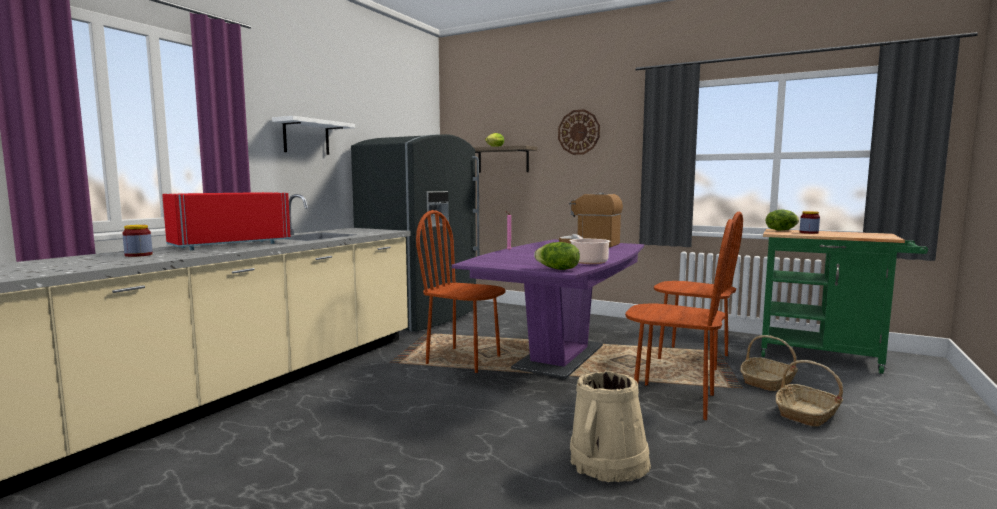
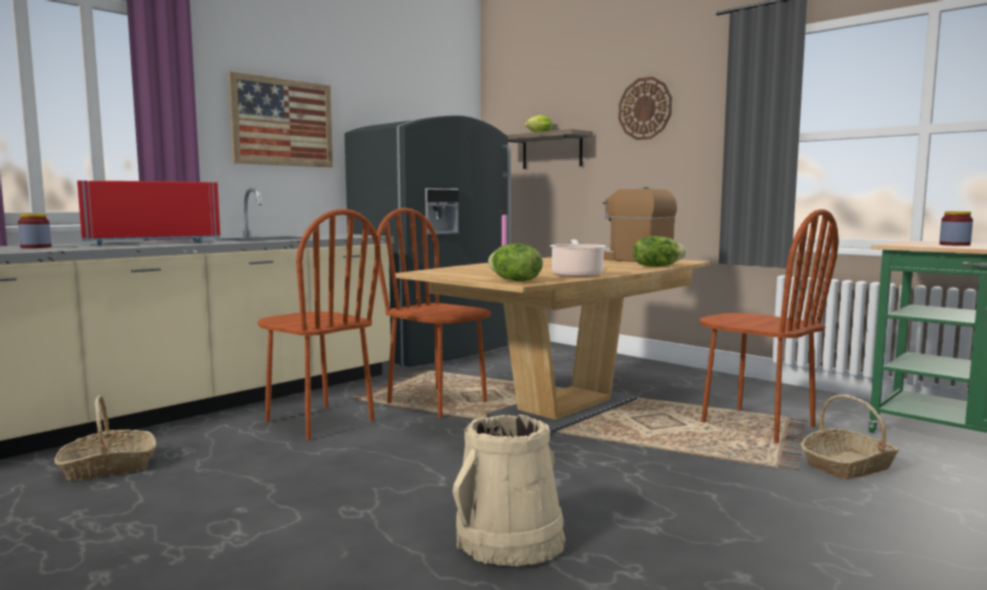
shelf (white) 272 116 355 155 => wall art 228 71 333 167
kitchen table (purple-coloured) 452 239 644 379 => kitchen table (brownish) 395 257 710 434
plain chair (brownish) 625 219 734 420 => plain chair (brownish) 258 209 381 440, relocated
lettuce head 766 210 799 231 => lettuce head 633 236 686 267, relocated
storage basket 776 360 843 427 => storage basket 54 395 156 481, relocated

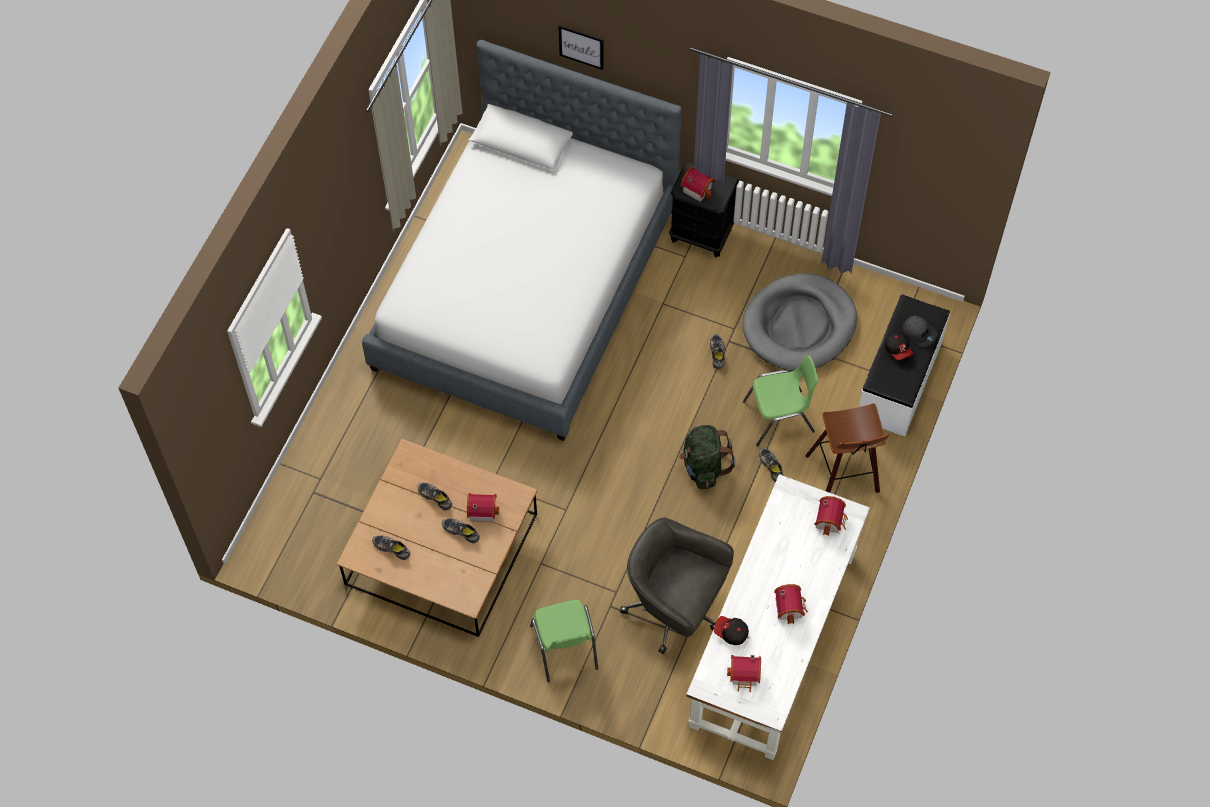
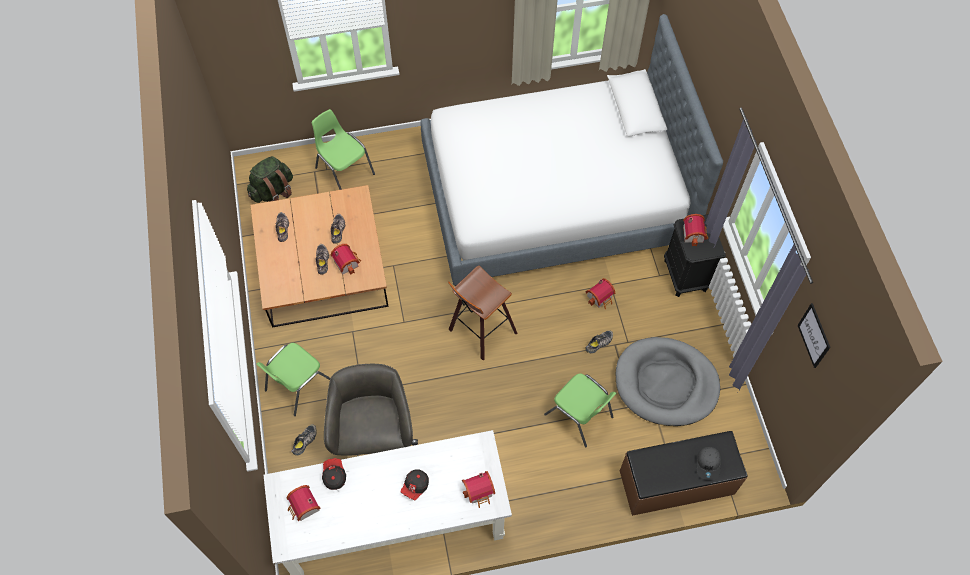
wall art 559 25 604 70 => wall art 798 303 830 368, relocated
backpack (greenish) 679 425 736 490 => backpack (greenish) 247 156 293 203, relocated
low shoe 759 448 783 482 => low shoe 291 424 317 455, relocated
toy house 774 584 808 624 => toy house 586 278 615 309, relocated
stool 805 403 890 493 => stool 448 266 517 361, relocated
long seat (white) 859 294 950 436 => long seat (brownish) 620 431 748 516
cap 885 332 913 361 => cap 401 469 429 500, relocated
nothing => plain chair (greenish) 312 109 375 190

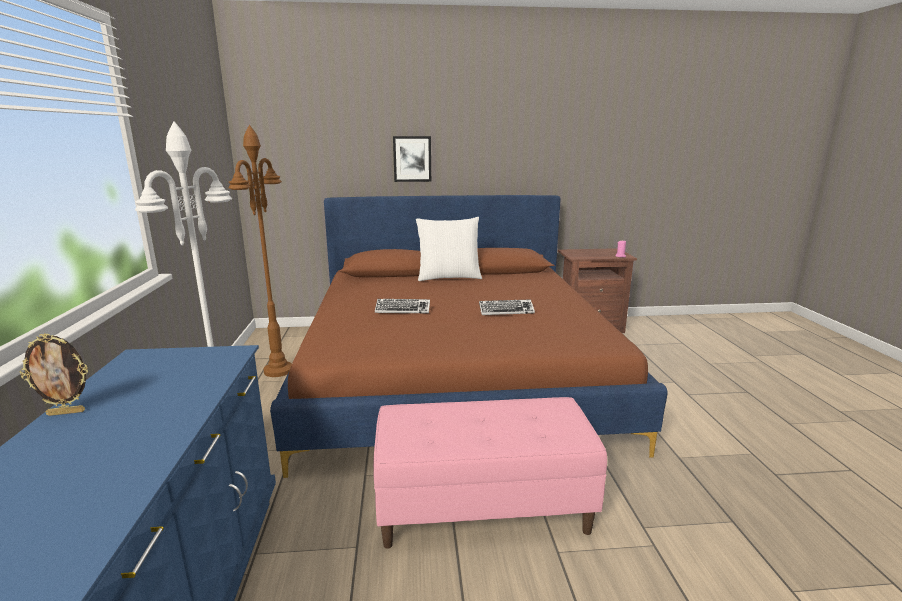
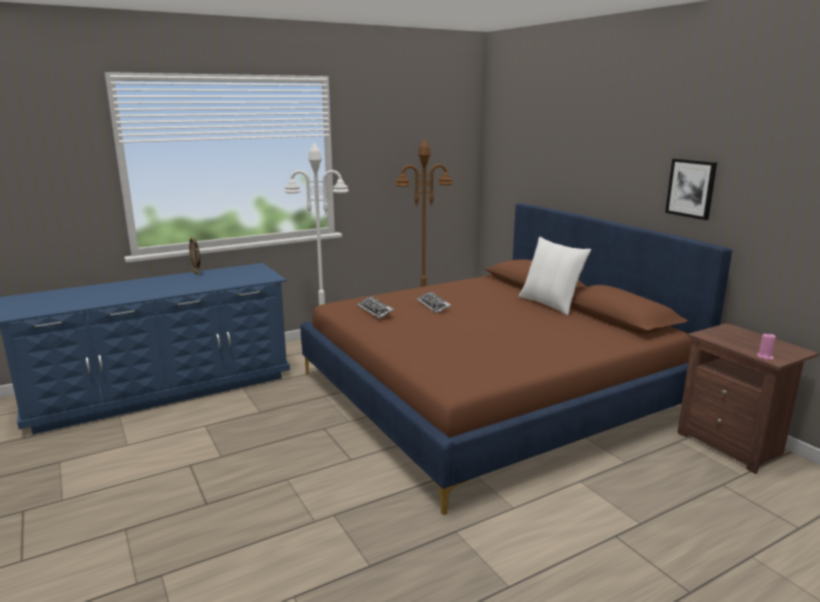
long seat (pink) 373 397 607 549 => nothing
wall art 393 136 431 182 => wall art 665 158 717 220, relocated
keyboard 479 299 535 315 => keyboard 357 296 394 319, relocated

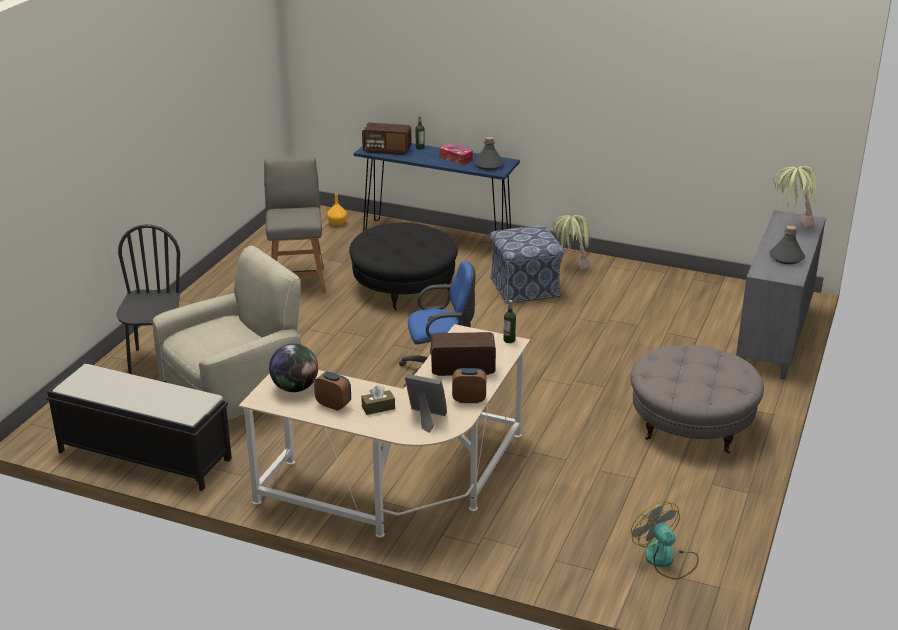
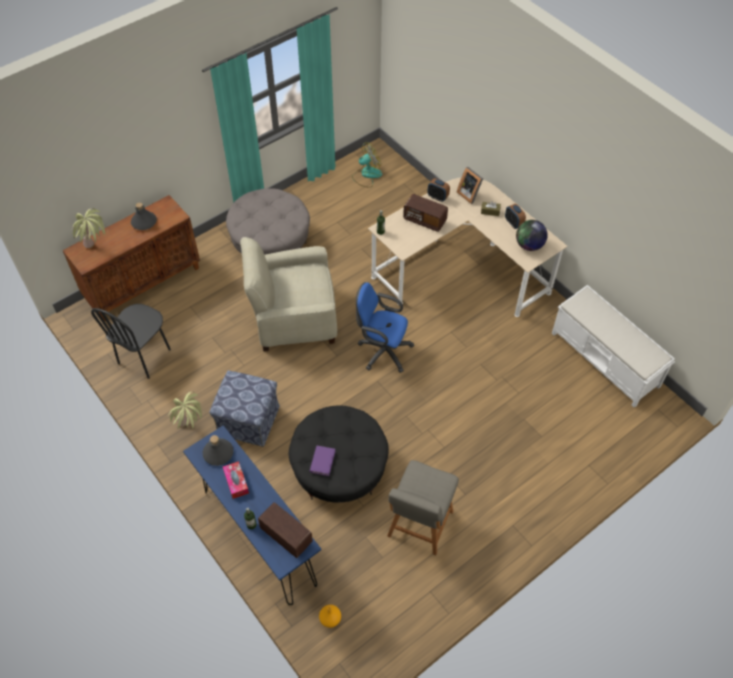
long seat (black) 46 364 232 491 => long seat (white) 552 285 675 408
plain chair (black) 116 224 180 374 => plain chair (black) 91 304 171 379, relocated
easy chair (sand-coloured) 153 246 302 420 => easy chair (sand-coloured) 240 237 337 351, relocated
fan 631 501 699 580 => fan 352 142 382 188, 120 degrees counterclockwise
cabinet (greyish) 736 210 826 380 => cabinet (brownish) 63 195 200 321
nothing => book (purple-coloured) 310 446 335 476

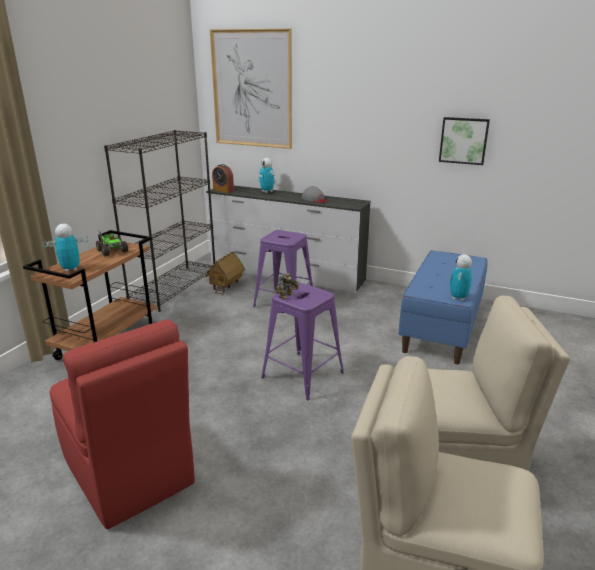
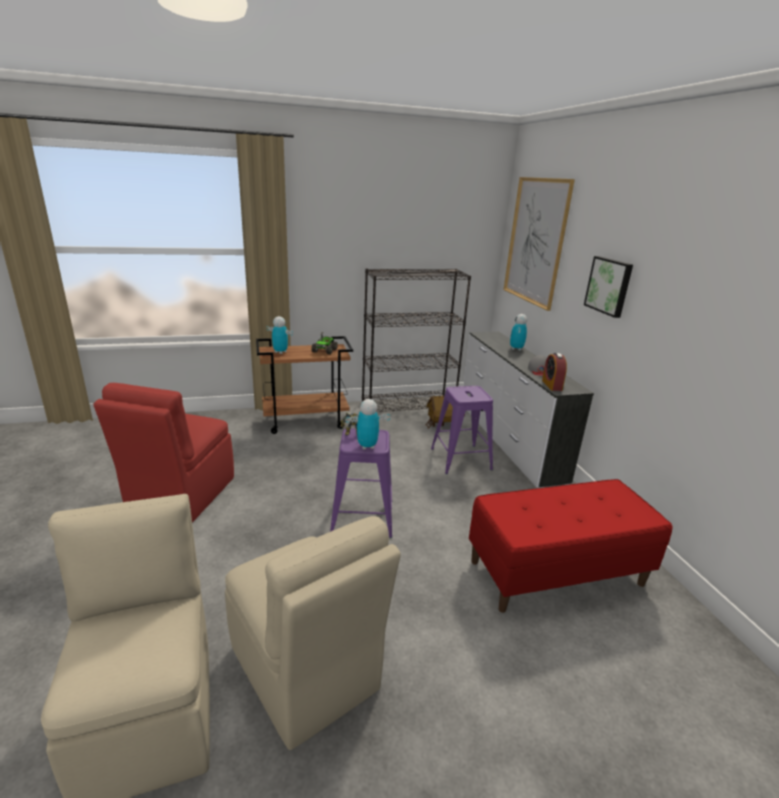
alarm clock 212 164 234 193 => alarm clock 542 353 567 391, relocated
long seat (bluish) 398 250 487 365 => long seat (red-coloured) 469 479 673 613
wall art 439 117 490 165 => wall art 584 256 633 318, relocated
toy robot 450 254 472 301 => toy robot 346 399 390 450, relocated

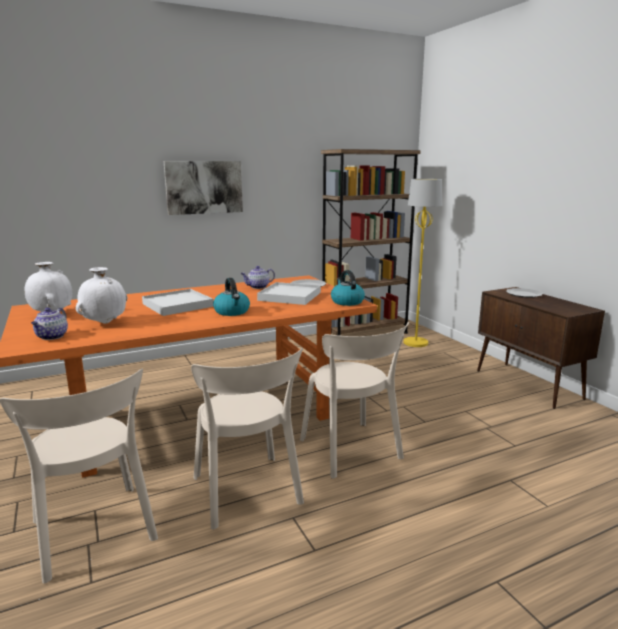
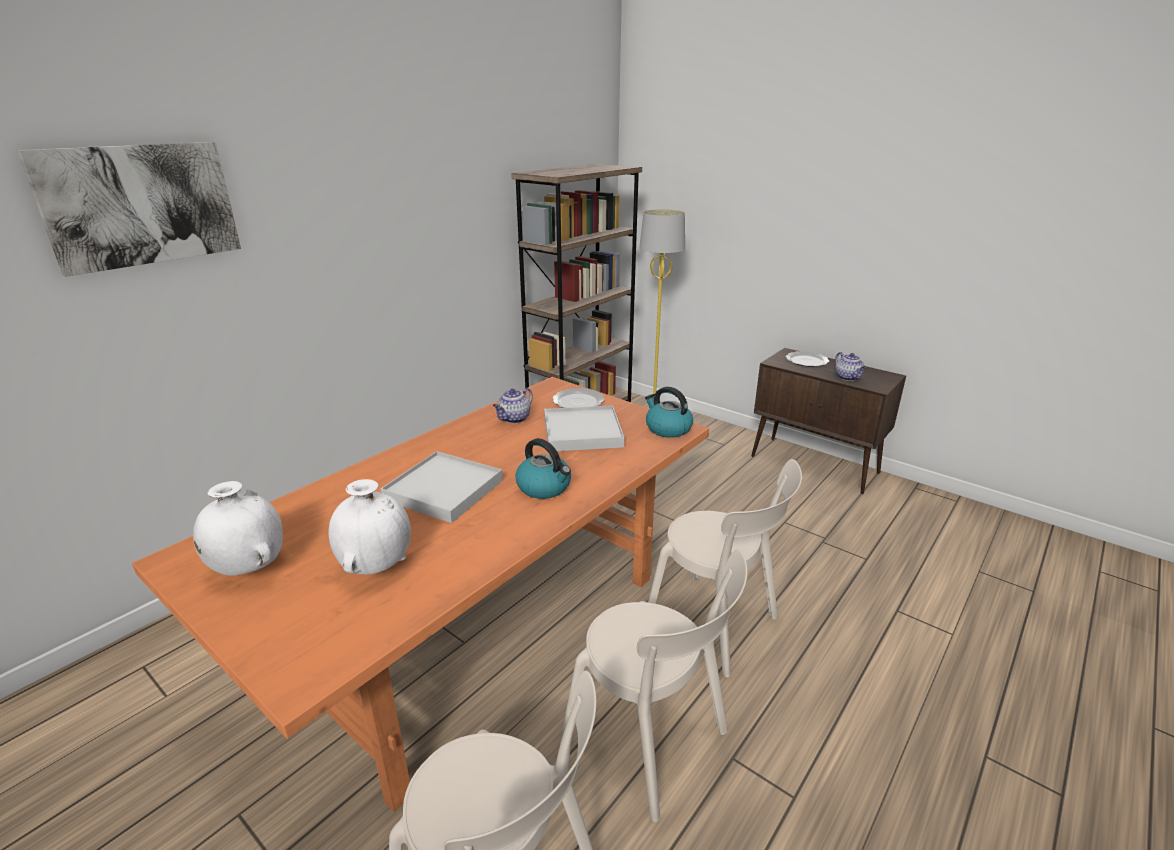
tea pot 31 308 68 340 => tea pot 835 352 867 381, relocated
wall art 164 161 243 215 => wall art 17 142 241 277, relocated

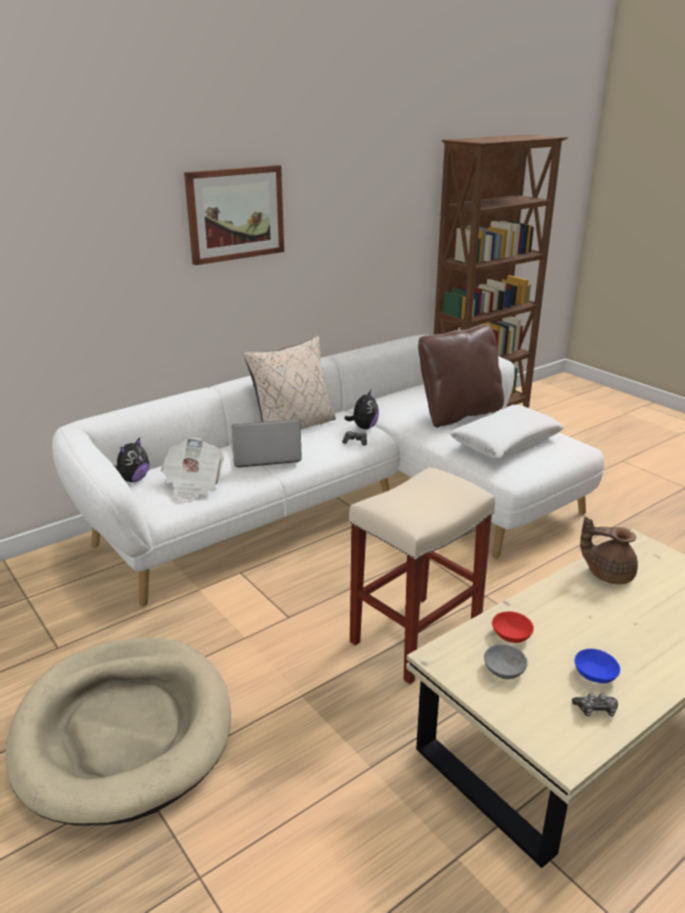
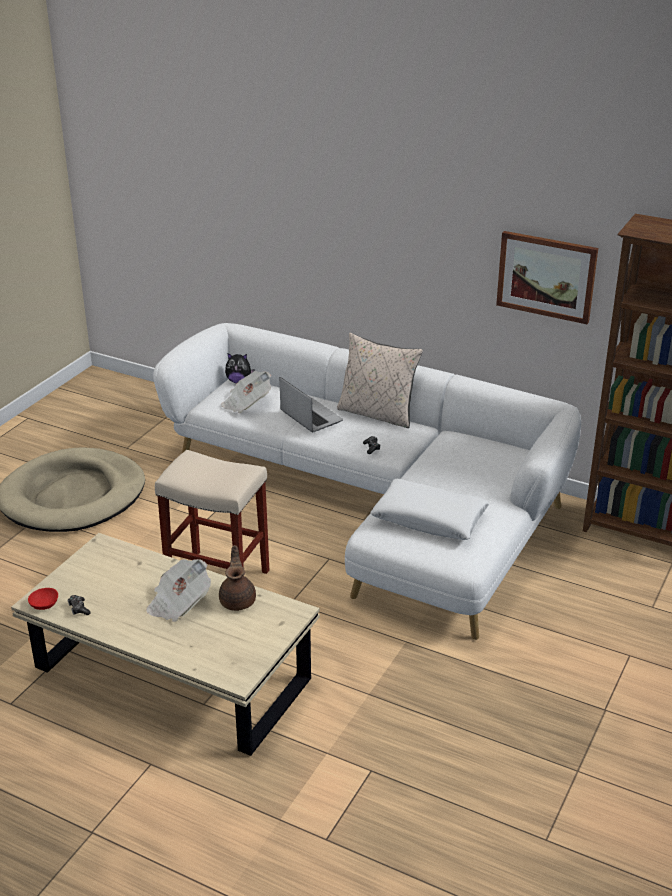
wall art 184 165 284 265 => wall art 496 231 598 324, relocated
plush toy 344 390 379 429 => nothing
throw pillow (brownish) 418 324 504 427 => nothing
deep dish (greyish) 484 644 528 679 => nothing
deep dish (red-coloured) 492 611 534 643 => deep dish (red-coloured) 28 588 58 610, relocated
deep dish (bluish) 575 649 620 683 => nothing
nothing => printed paper 146 559 211 622

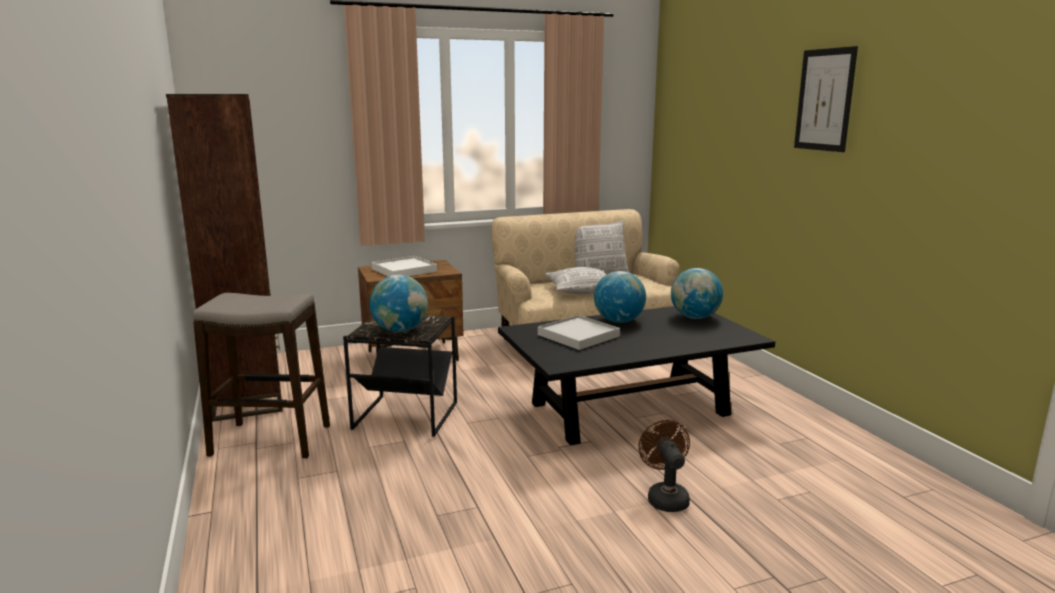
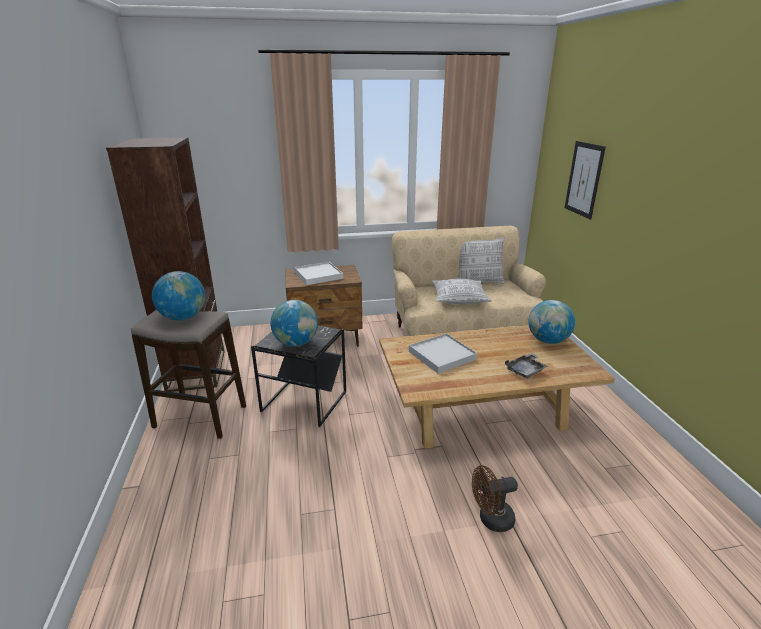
coffee table (black) 498 306 775 445 => coffee table (sand-coloured) 379 325 615 449
globe 594 271 646 323 => globe 152 271 205 320, relocated
fan (brownish) 638 420 690 512 => fan (brownish) 472 465 518 532, 105 degrees counterclockwise
wall art 794 46 858 152 => wall art 565 141 606 219, relocated
nothing => tray (greyish) 505 353 547 379

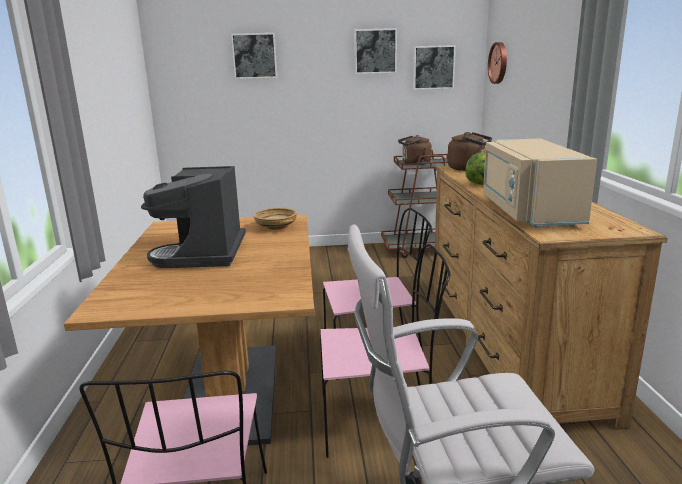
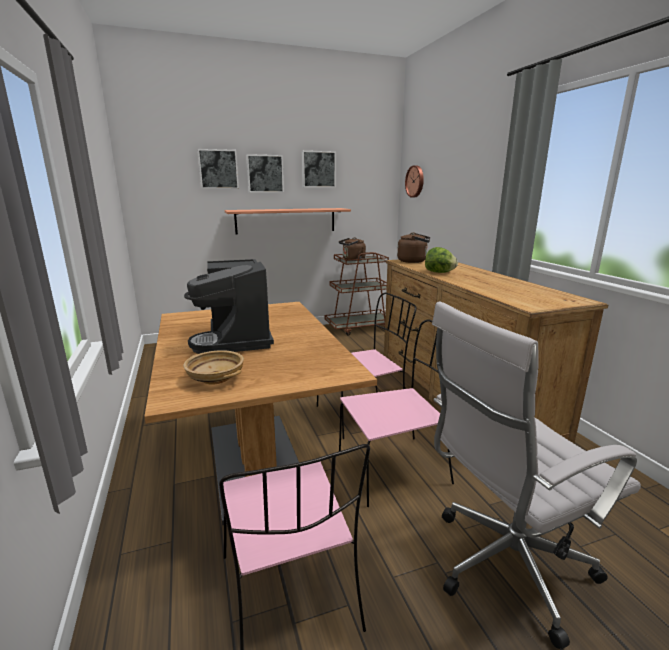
deep dish (sand-coloured) 253 208 297 230 => deep dish (sand-coloured) 183 350 244 385, relocated
wall art 413 45 456 90 => wall art 246 154 284 193, relocated
kitchen microwave (sand-coloured) 483 138 597 227 => nothing
nothing => shelf 225 208 351 234

